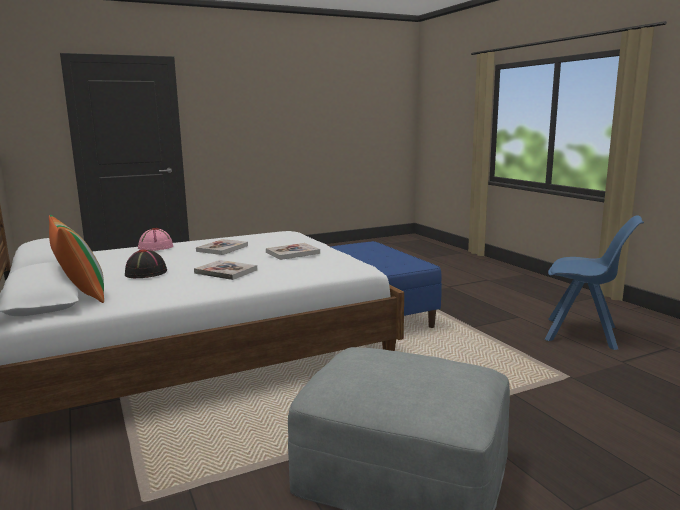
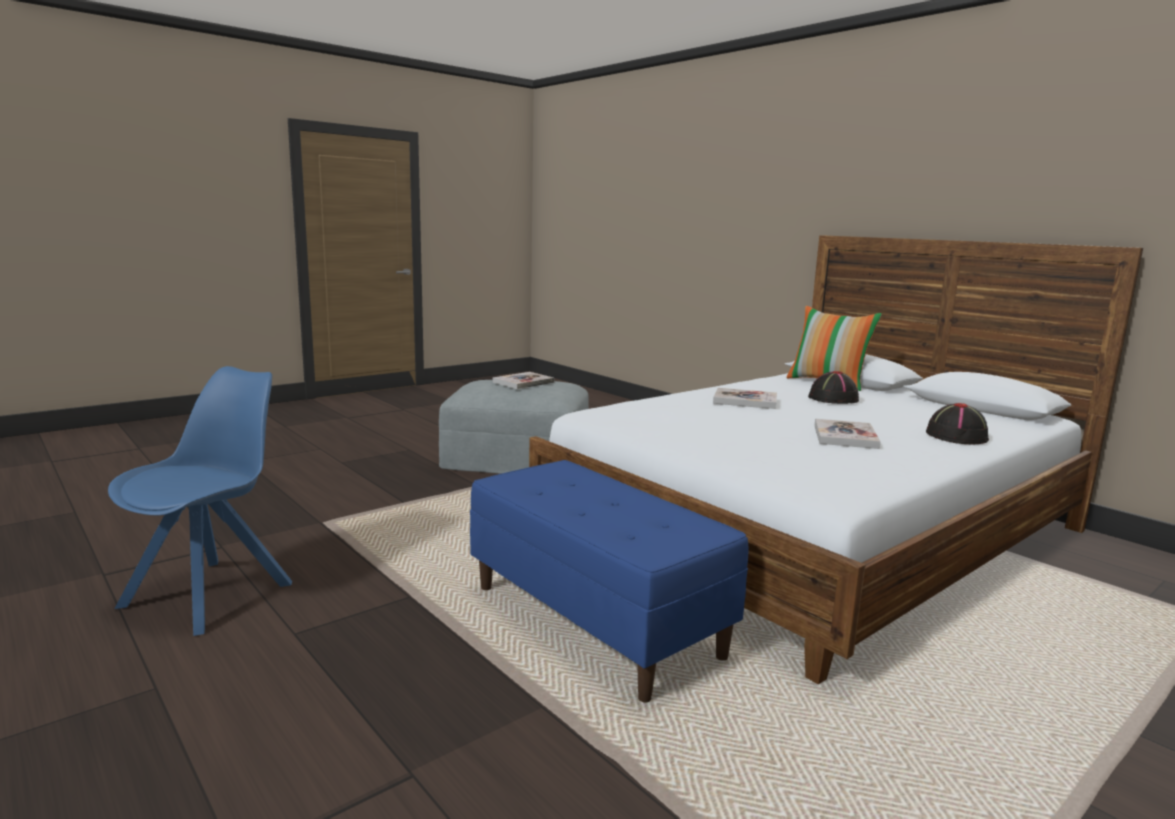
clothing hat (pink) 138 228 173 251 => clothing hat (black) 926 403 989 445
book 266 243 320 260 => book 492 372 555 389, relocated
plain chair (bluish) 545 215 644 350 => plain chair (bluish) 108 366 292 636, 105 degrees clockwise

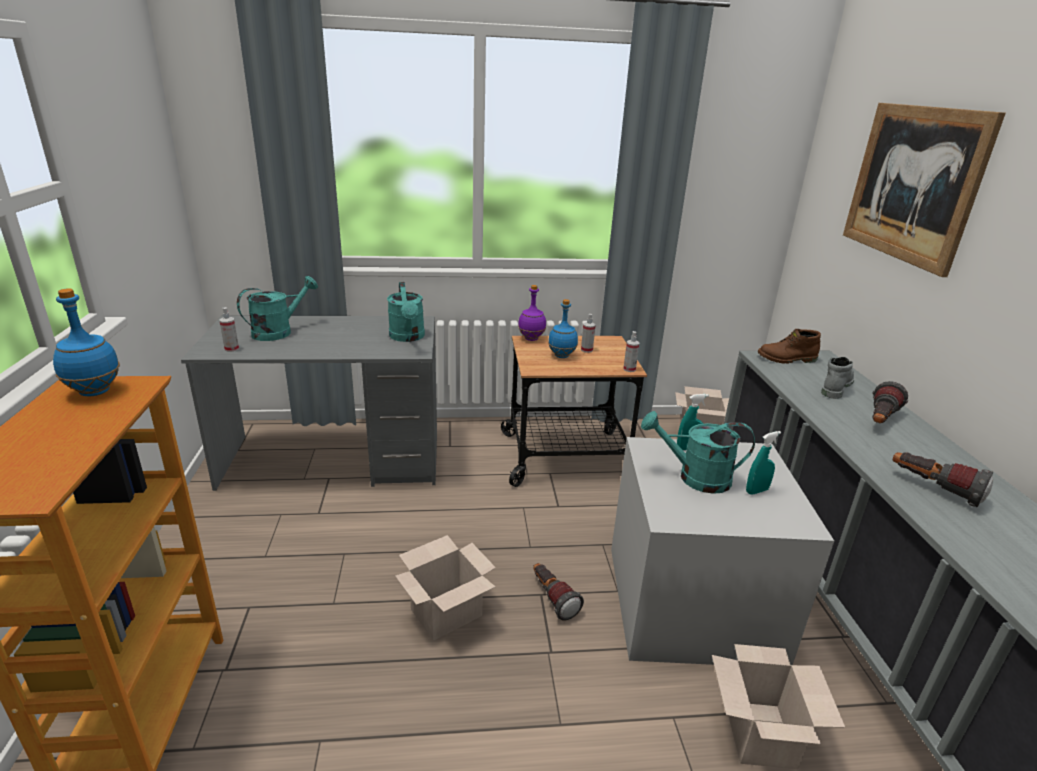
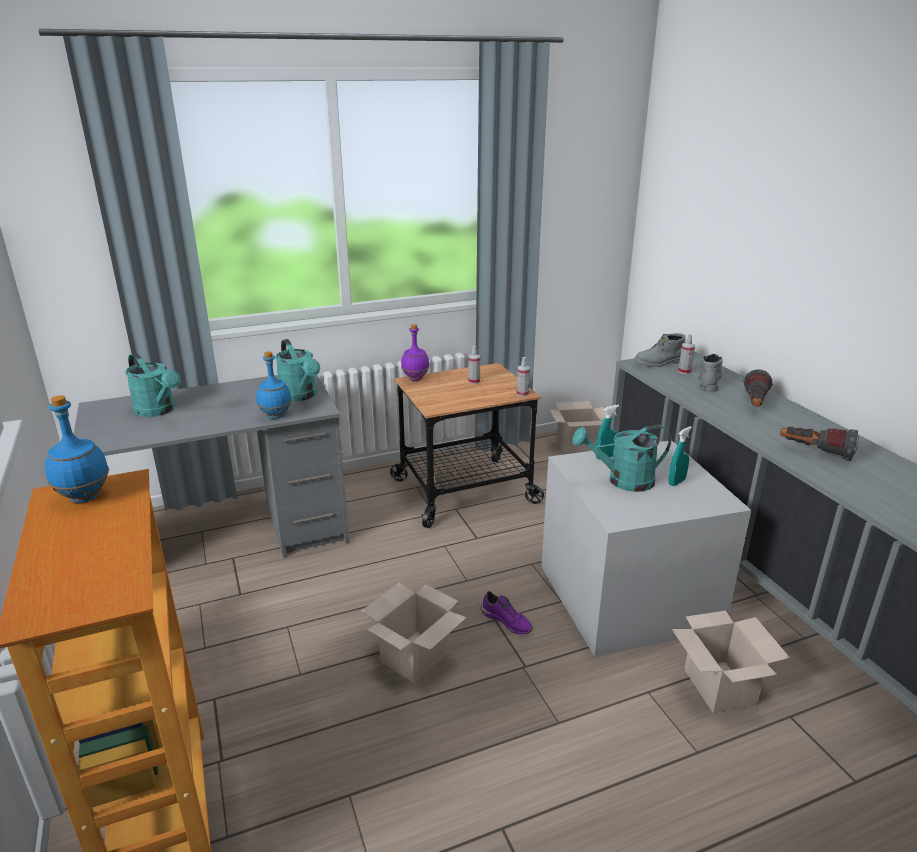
spray bottle 219 307 239 352 => spray bottle 678 334 695 374, relocated
sprinkling can (blue-green) 237 276 318 341 => sprinkling can (blue-green) 125 353 180 417, 105 degrees clockwise
torch 533 563 584 620 => low shoe (purple-coloured) 481 591 533 634
bottle (bluish) 548 299 578 358 => bottle (bluish) 256 352 292 419, relocated
tall boot (brownish) 758 329 821 364 => tall boot (greyish) 634 333 686 367
wall art 843 103 1006 277 => nothing

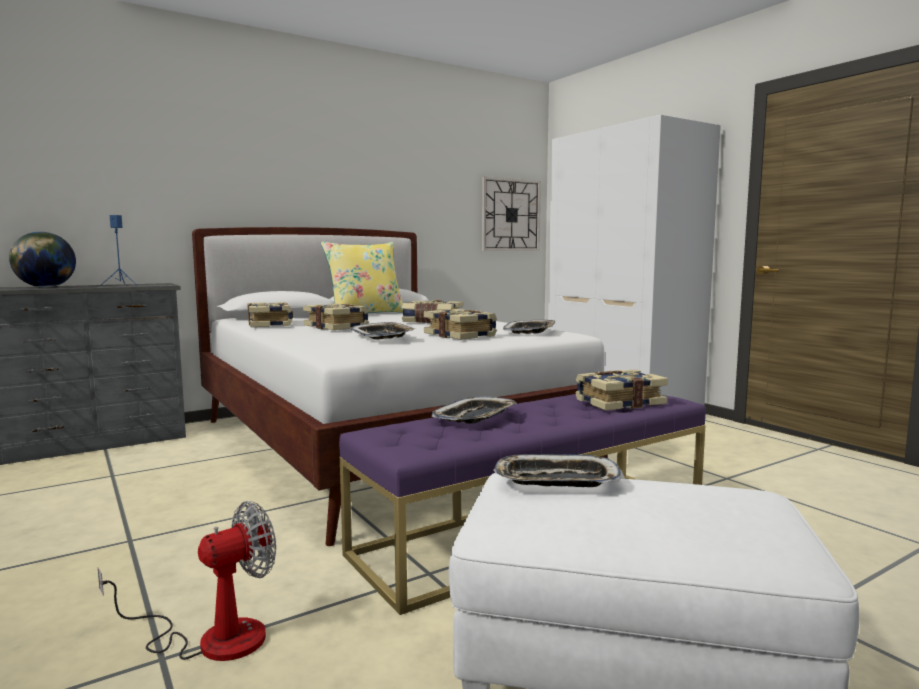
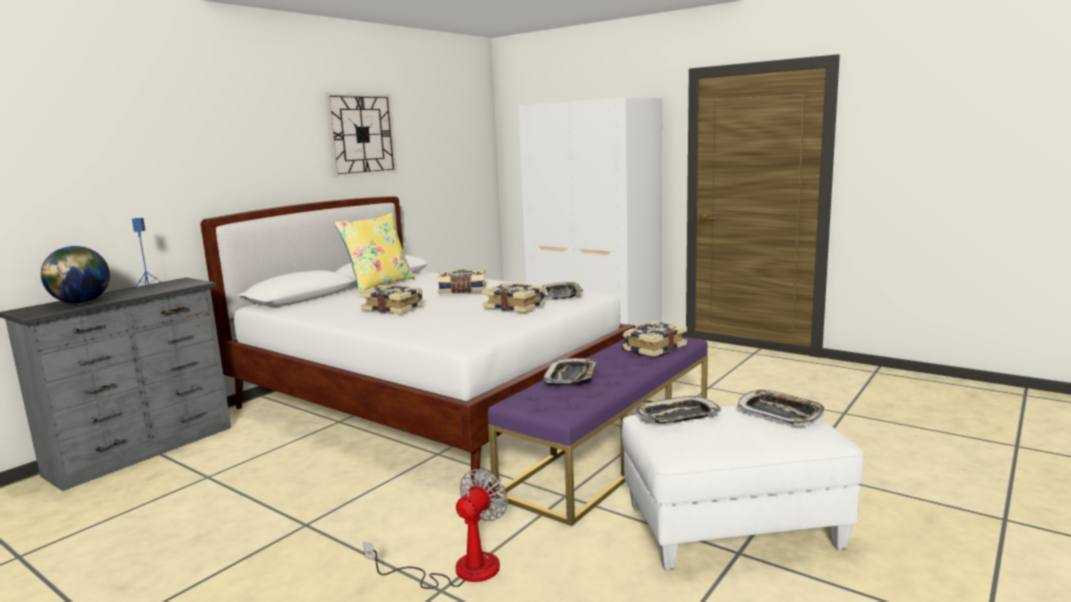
book 247 302 293 327 => nothing
tray 351 322 415 340 => tray 737 390 825 425, relocated
hanging clock 482 177 541 251 => hanging clock 325 92 397 178, relocated

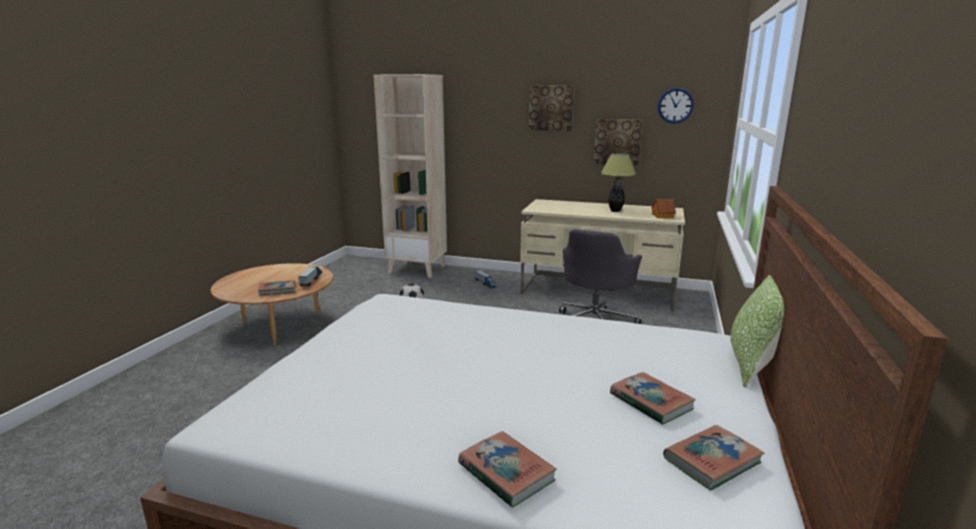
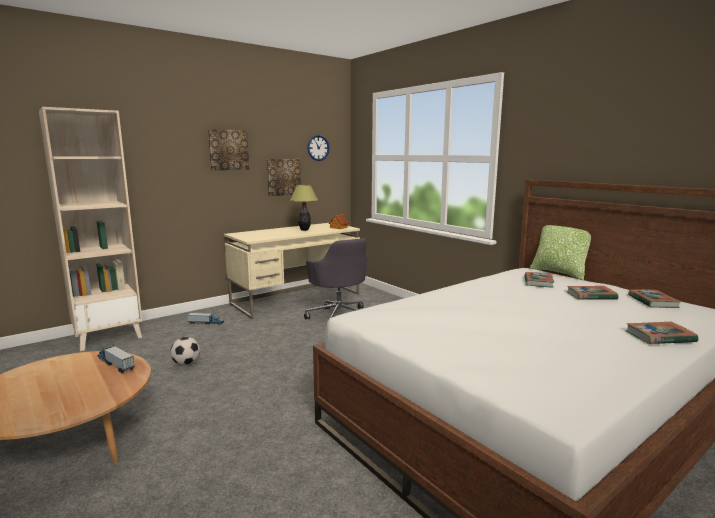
book 258 280 295 296 => book 524 272 554 288, relocated

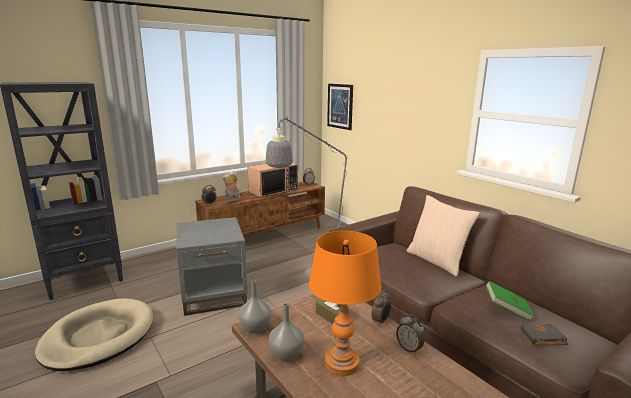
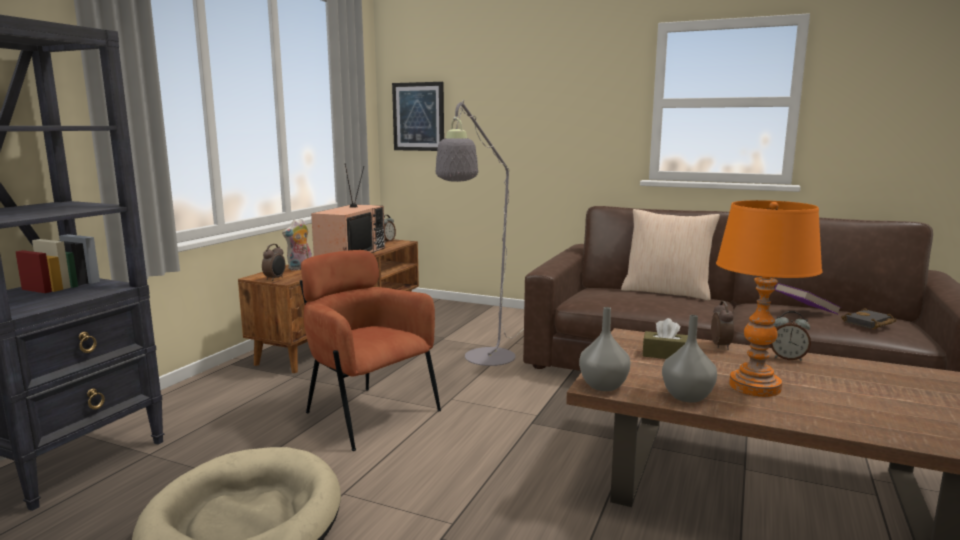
accent table (greyish) 176 217 247 316 => easy chair (brownish) 300 250 441 451
book (greenish) 486 281 534 321 => book (purple-coloured) 775 283 841 314

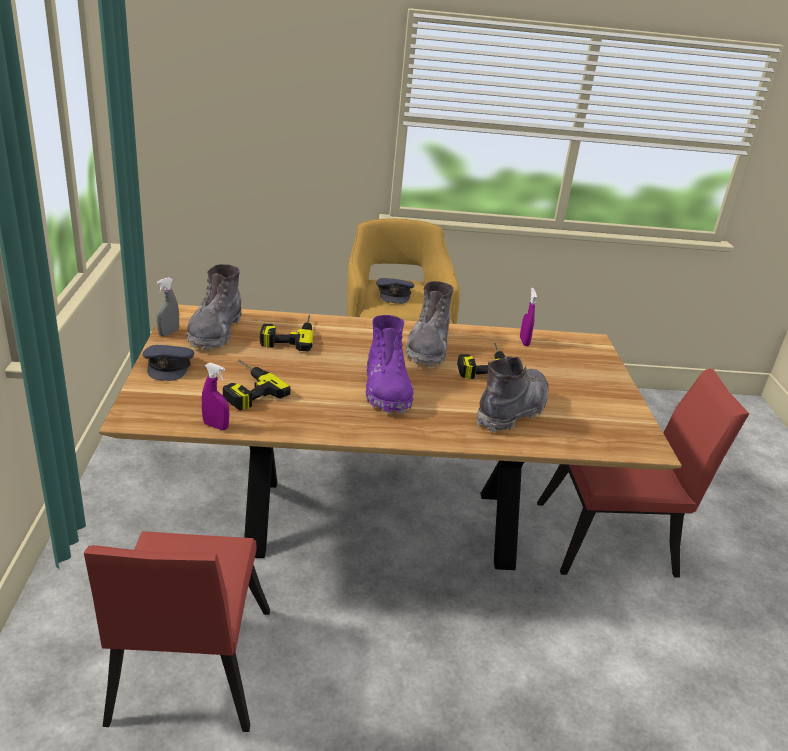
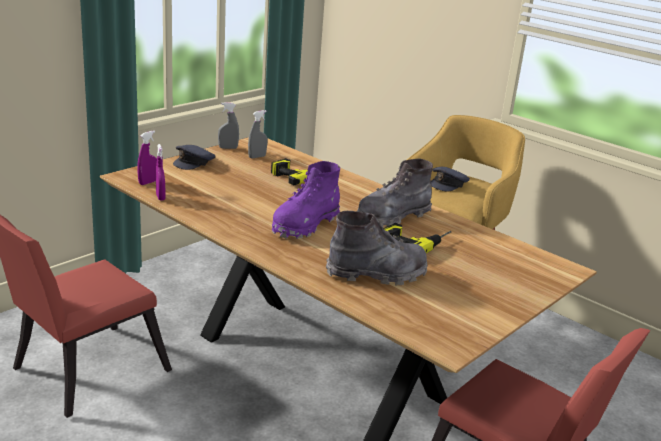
tall boot (greyish) 187 264 242 350 => spray bottle (greyish) 248 110 267 158
drill 223 360 291 410 => nothing
spray bottle (purple-coloured) 520 288 537 346 => spray bottle (purple-coloured) 137 131 157 185, relocated

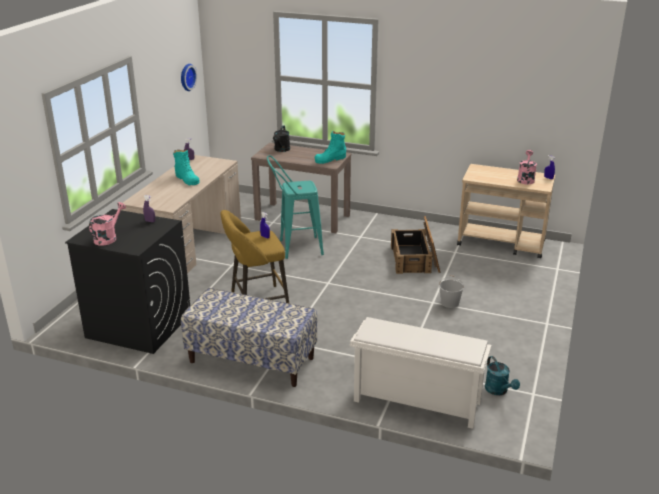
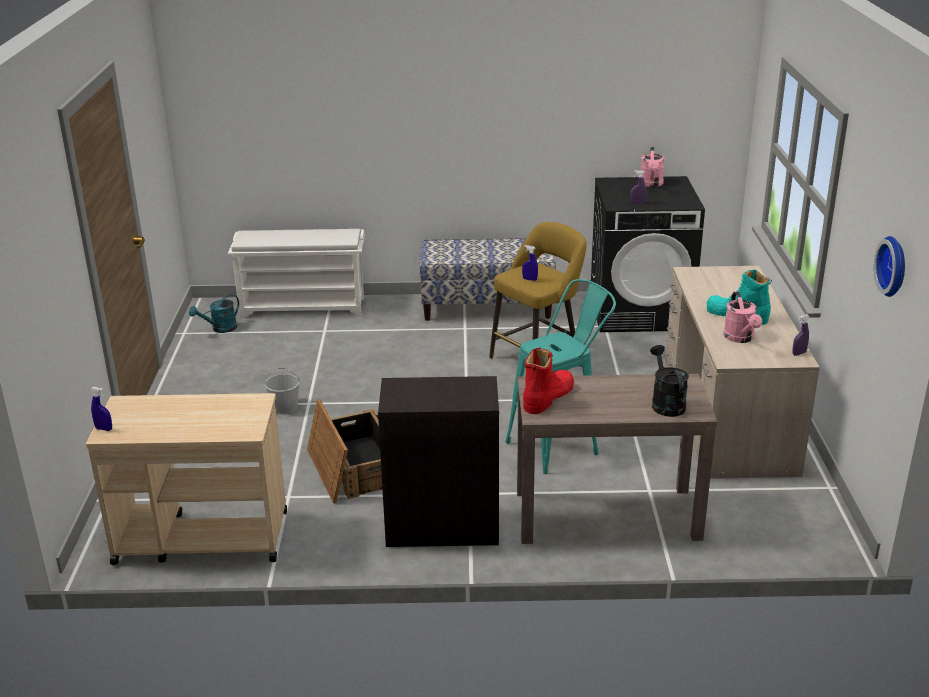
tall boot (blue-green) 315 131 346 164 => tall boot (red-coloured) 523 348 574 414
sprinkling can (blue-green) 485 356 520 395 => sprinkling can (blue-green) 189 294 239 333, 90 degrees counterclockwise
sprinkling can (pink) 517 150 537 184 => sprinkling can (pink) 723 291 762 343, relocated
nothing => cabinet (black) 378 376 499 547

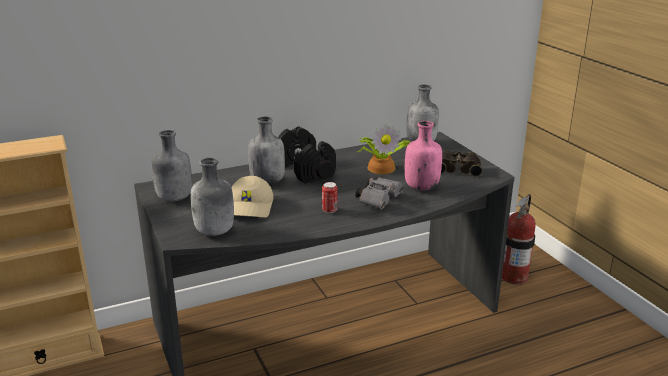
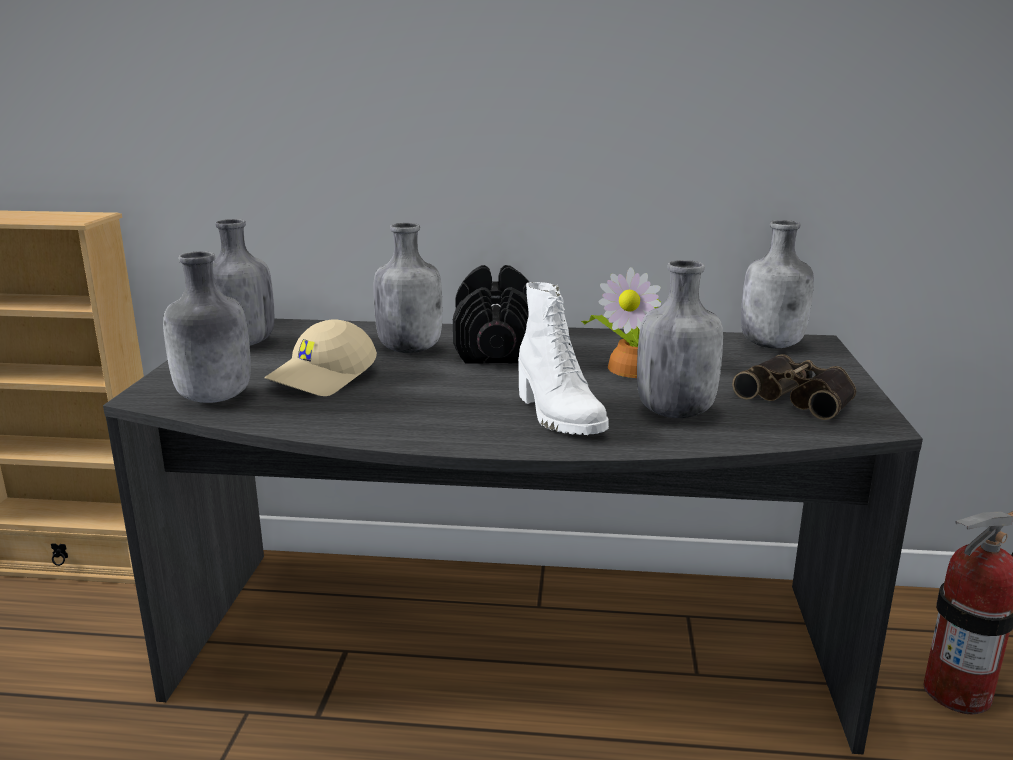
can 322 182 338 213 => nothing
field glasses (greyish) 355 177 404 209 => tall boot (white) 518 282 609 435
bottle (pink) 405 121 442 190 => bottle (greyish) 637 260 723 418

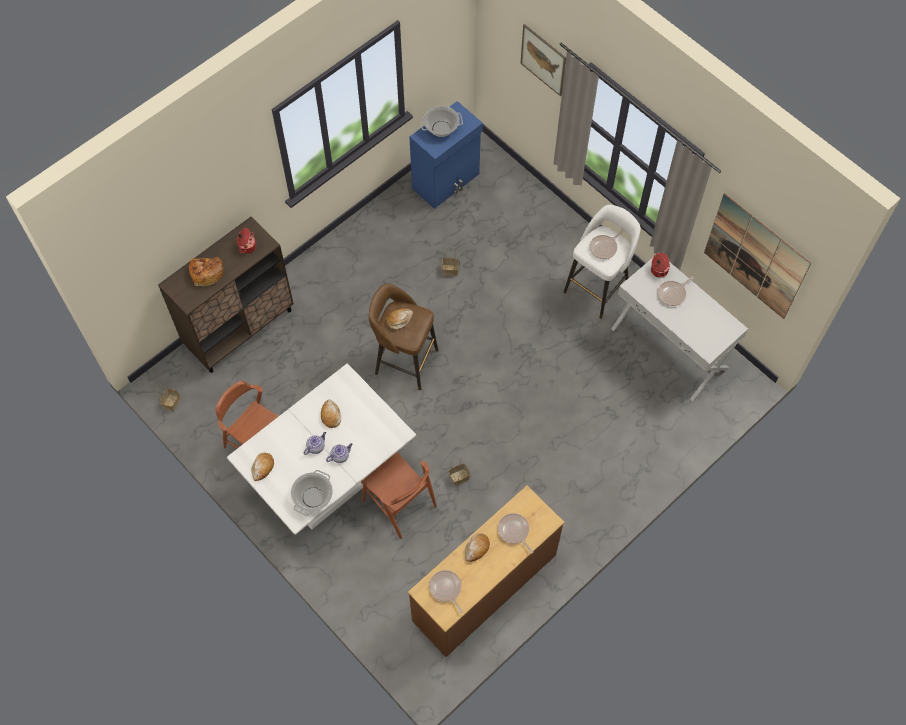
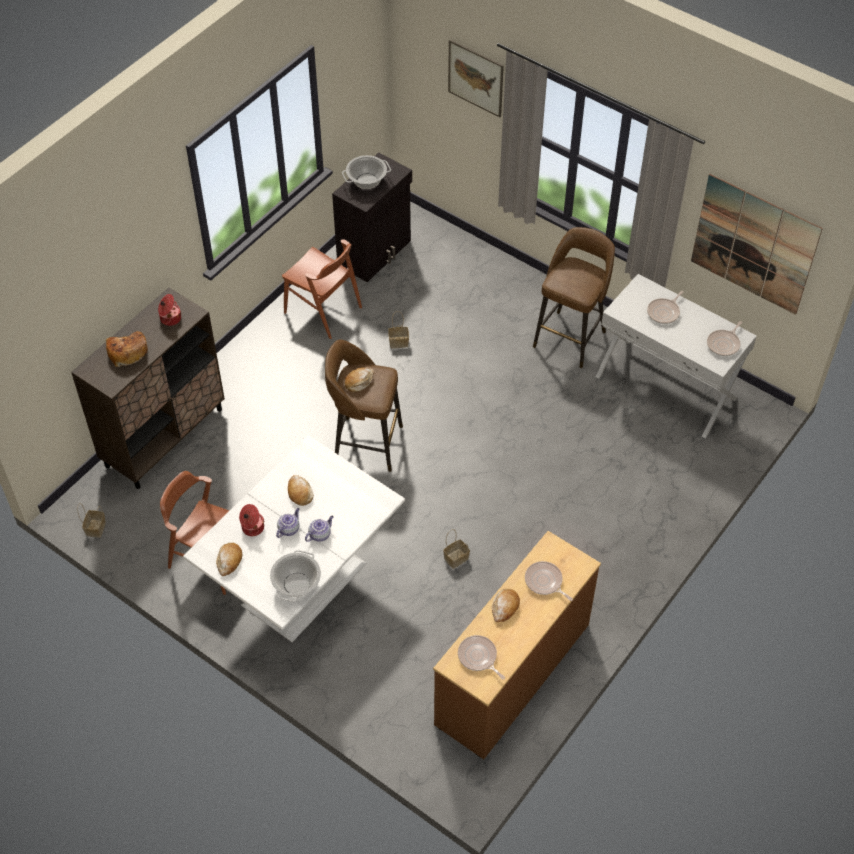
plain chair (brownish) 361 452 437 539 => plain chair (brownish) 282 239 362 339, relocated
cabinet (bluish) 410 101 483 209 => cabinet (black) 332 152 412 282
stool (white) 563 205 641 319 => stool (brownish) 533 227 615 368
pan 589 230 624 259 => pan 707 321 742 356, relocated
saucepot 651 253 670 278 => saucepot 239 504 265 536, relocated

